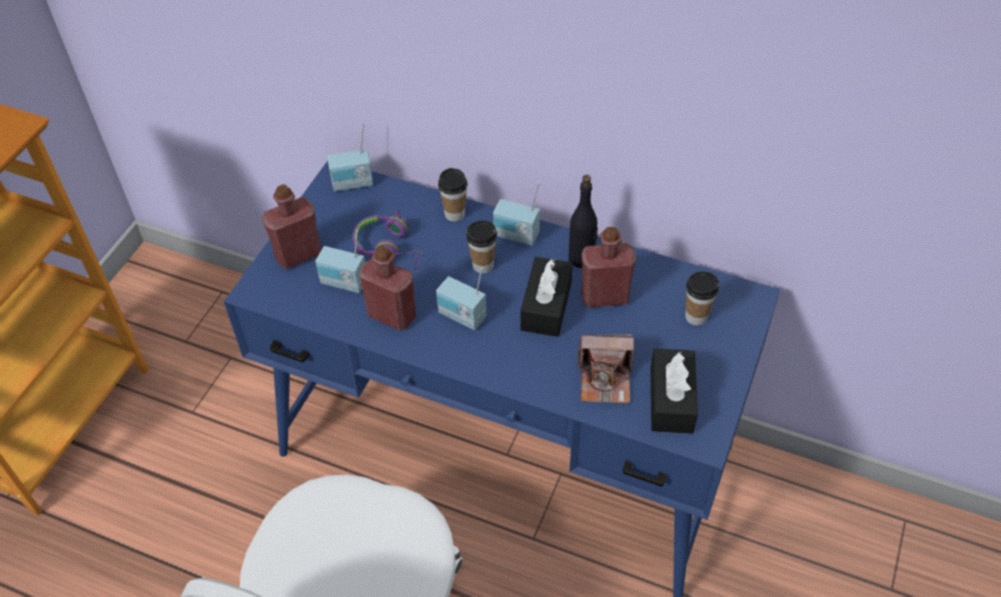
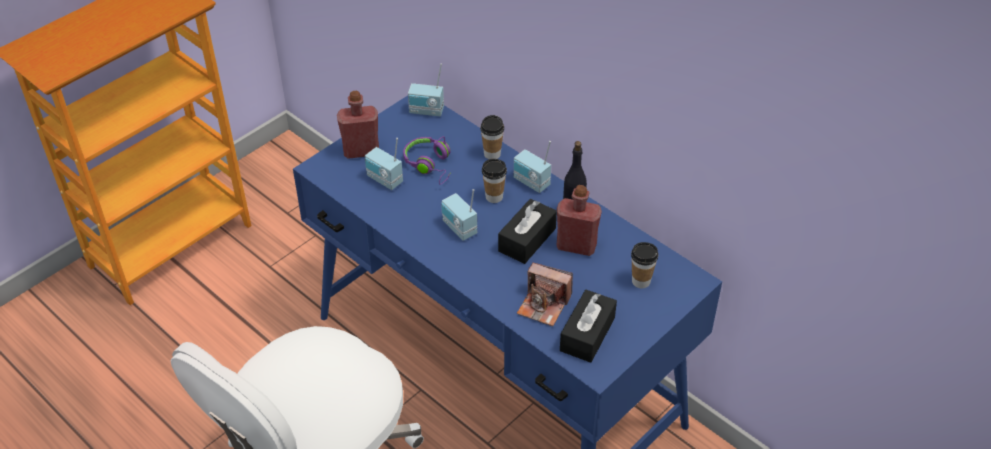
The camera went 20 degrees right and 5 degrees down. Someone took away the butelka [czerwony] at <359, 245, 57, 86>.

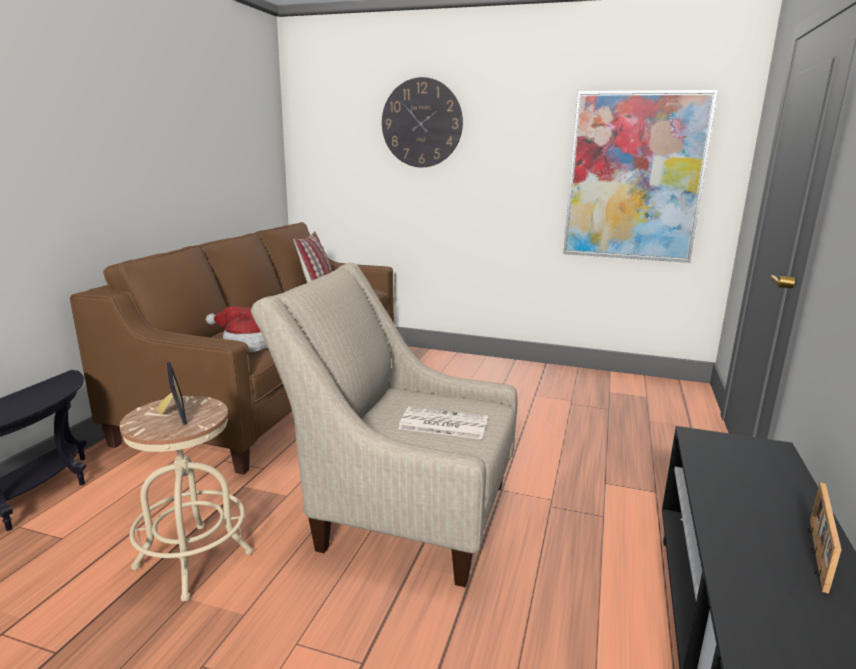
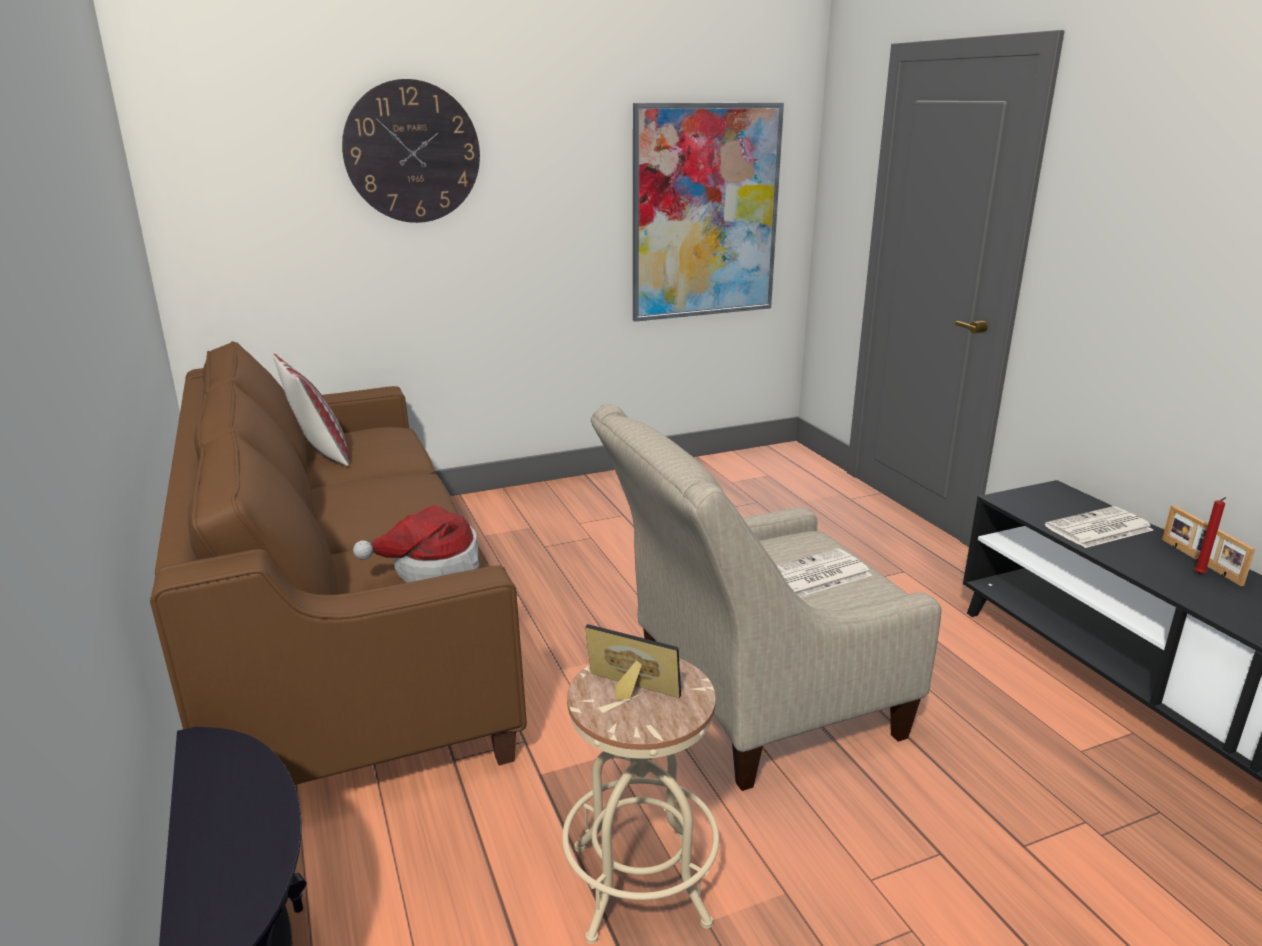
The camera went 40 degrees left and 5 degrees up. Someone put down the gazeta at <1045, 506, 108, 42>. Someone put down the świeca [czerwony] at <1194, 497, 32, 77>.

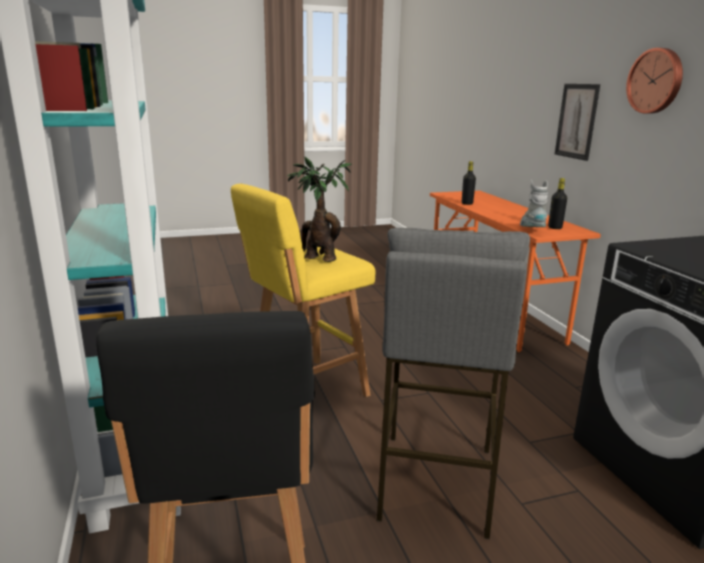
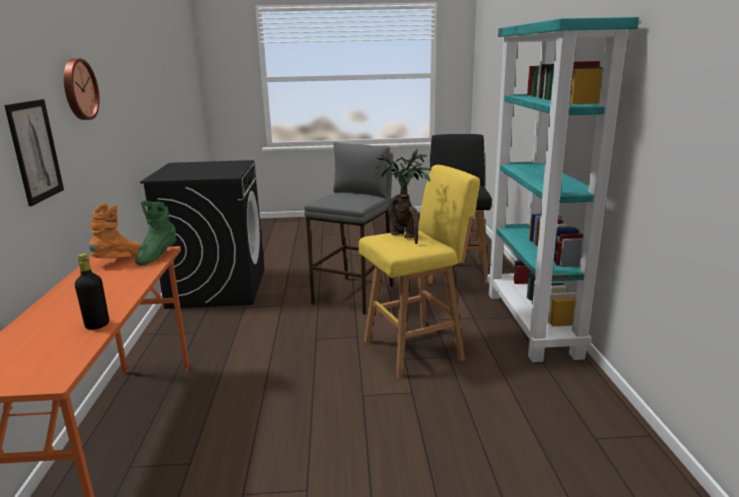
The camera went 165 degrees left and 0 degrees up. Someone swapped the butelka [czarny] at <548, 178, 19, 51> for the but z cholewką [pomarańczowy] at <89, 203, 52, 55>. Someone repainted the but z cholewką [szary] at <520, 180, 28, 47>, which became the but z cholewką [zielony] at <135, 201, 42, 65>.

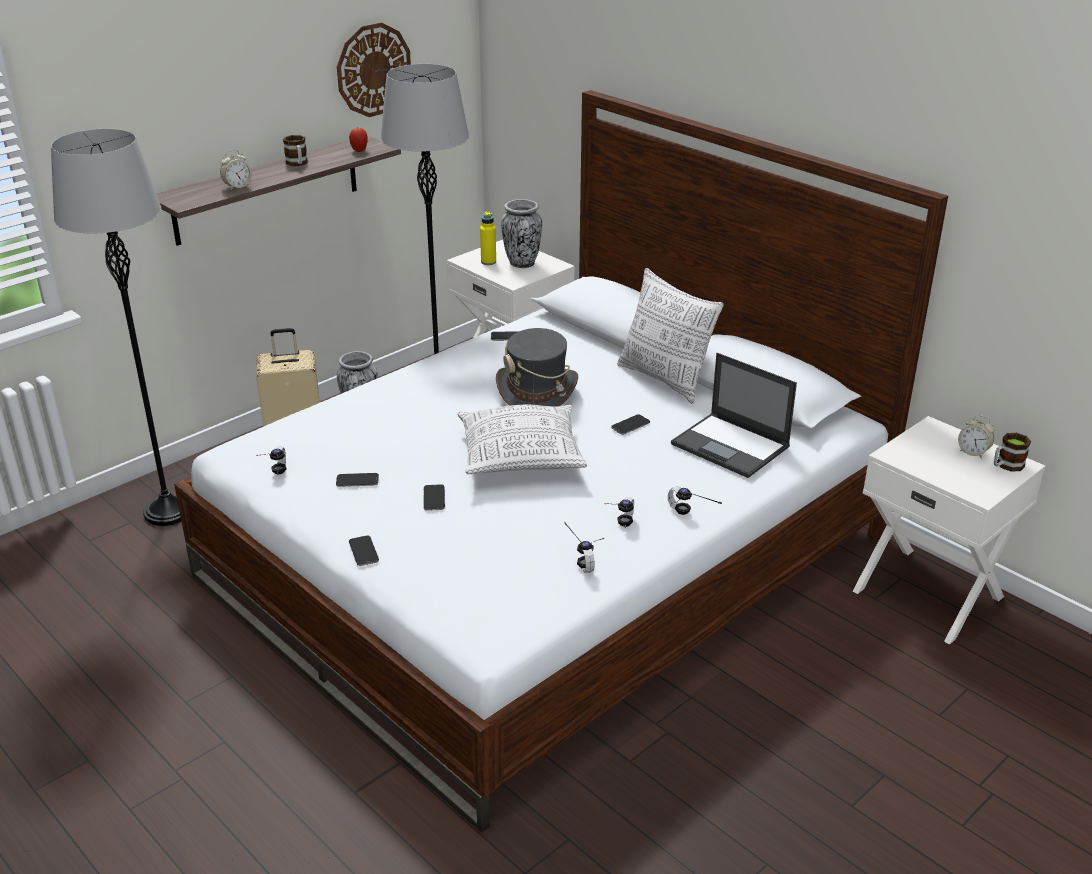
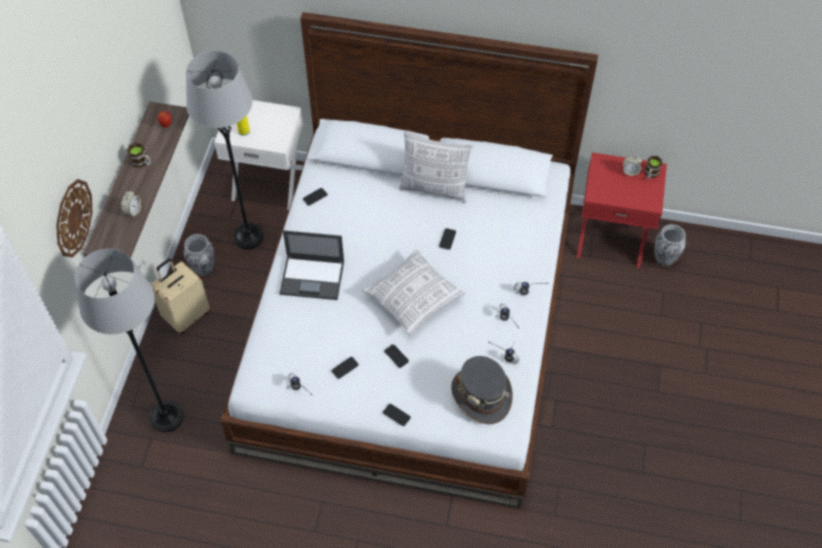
The camera went 35 degrees left and 25 degrees up. Someone carried the zegar ścienny from <337, 23, 74, 94> to <56, 179, 37, 79>. Someone carried the laptop from <671, 353, 126, 125> to <279, 230, 65, 70>. Someone carried the kapelusz [szary] from <496, 328, 82, 79> to <451, 356, 62, 68>. Someone repainted the szafka nocna [biały] at <853, 416, 192, 229>, which became the szafka nocna [czerwony] at <577, 152, 90, 116>. Someone carried the wazon from <501, 199, 41, 69> to <654, 224, 32, 42>.

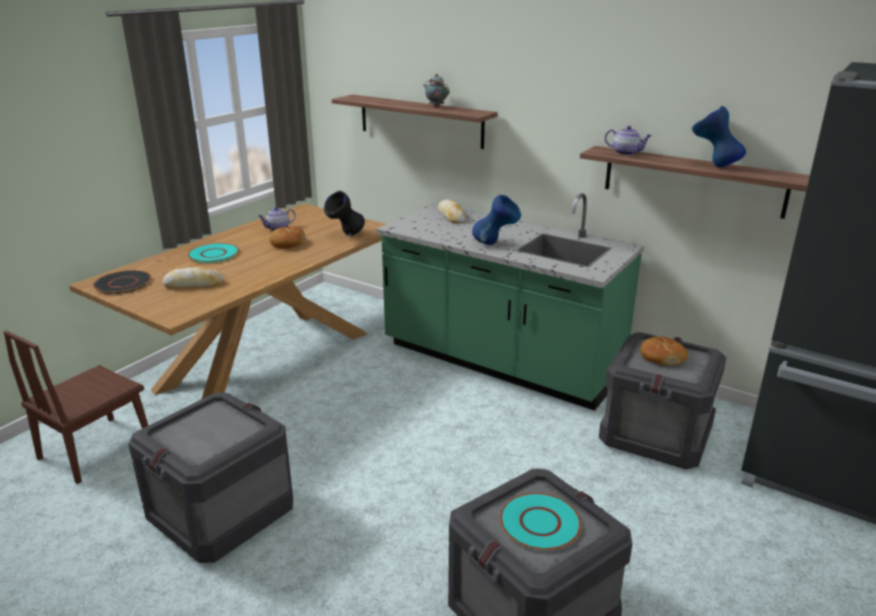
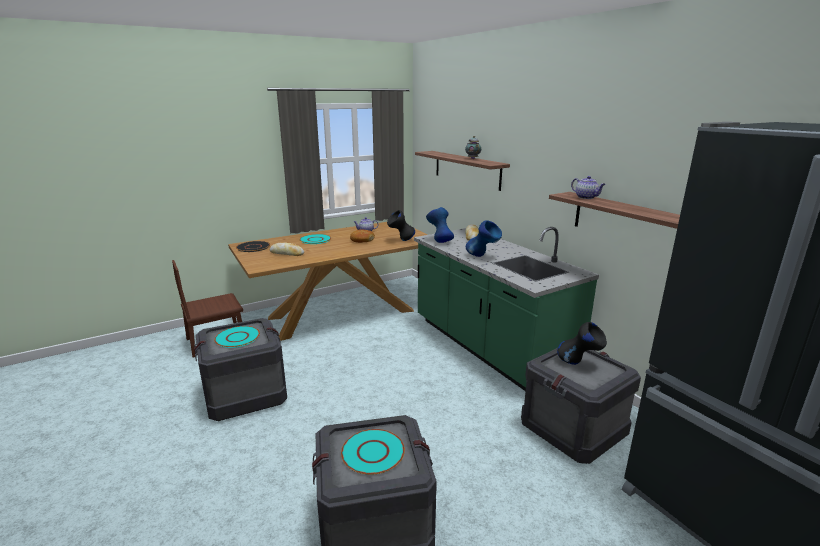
The camera went 25 degrees right and 5 degrees down. Someone put down the talerz [turkusowy] at <214, 326, 46, 22>. Someone carried the wazon [niebieski] from <692, 106, 54, 61> to <426, 207, 28, 36>. Someone swapped the chleb at <640, 336, 48, 30> for the wazon [czarny] at <557, 322, 50, 43>.

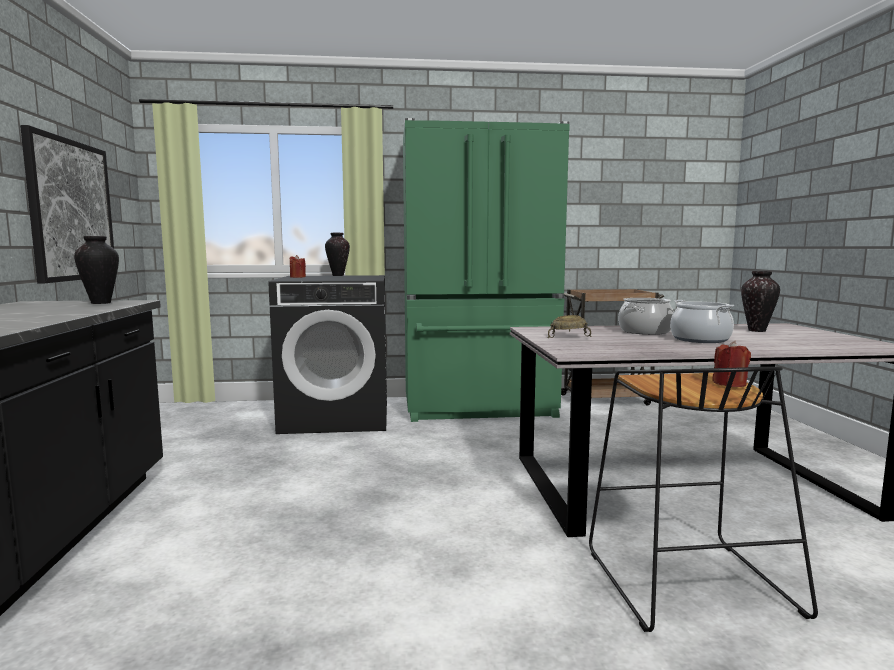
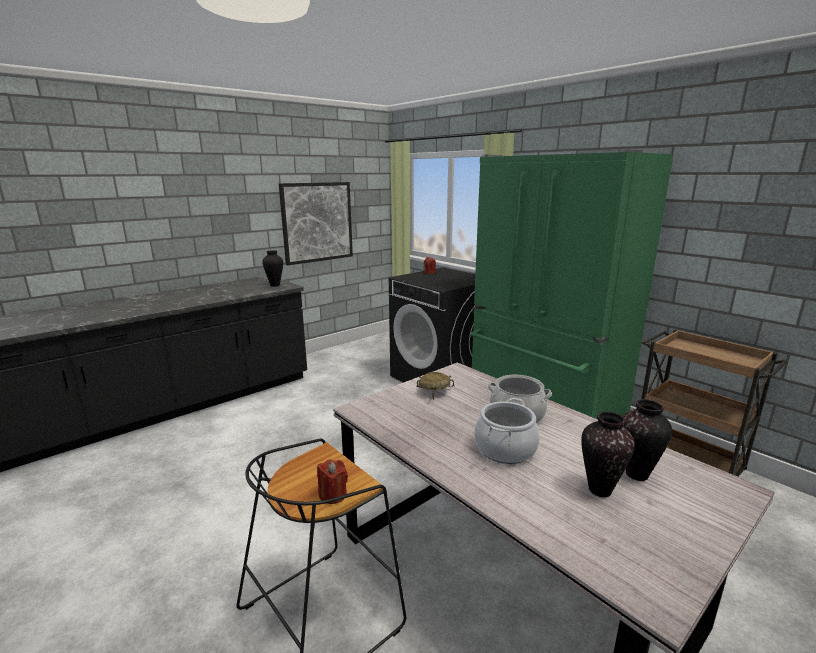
The camera went 55 degrees right and 10 degrees up. Someone carried the wazon from <325, 233, 25, 43> to <581, 411, 54, 86>.

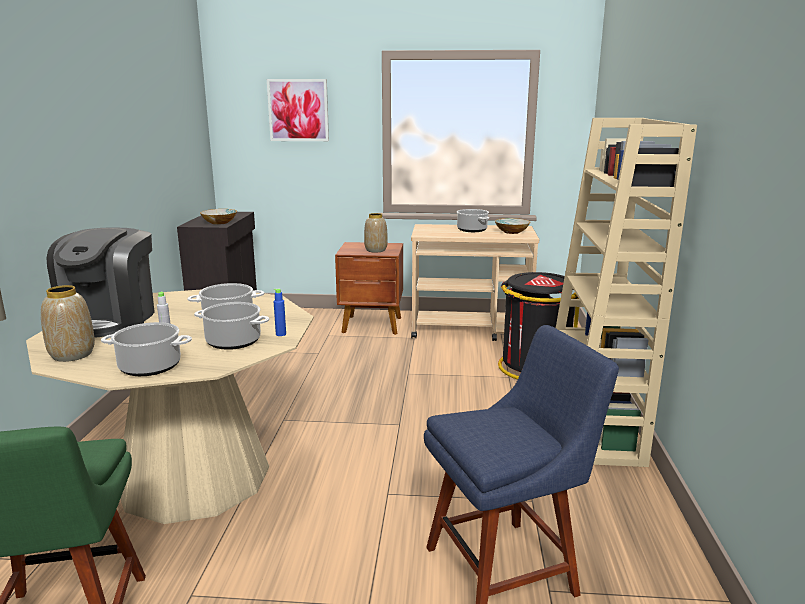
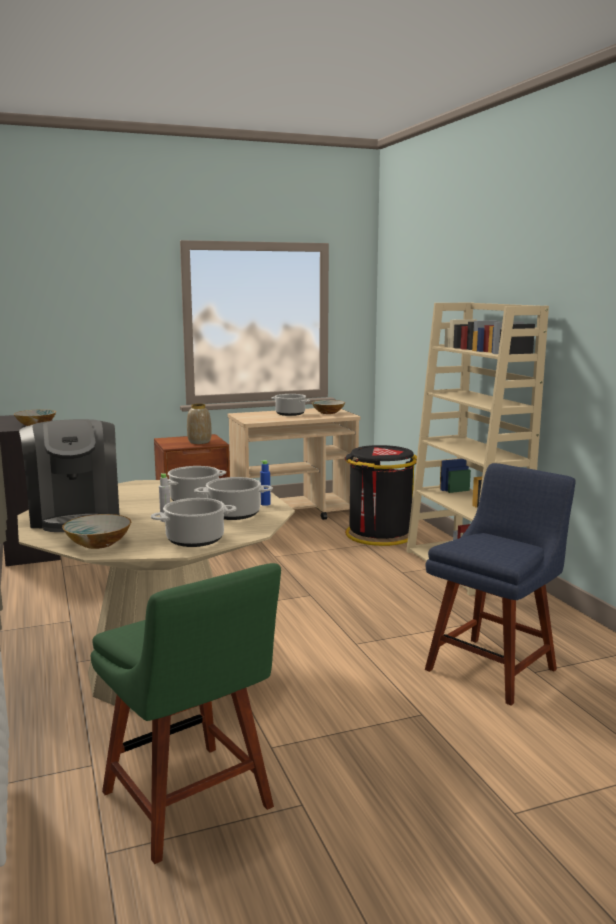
The camera went 25 degrees left and 5 degrees down. Someone swapped the wazon at <41, 285, 54, 77> for the miska at <62, 514, 69, 35>. Someone took away the obraz at <267, 79, 62, 62>.

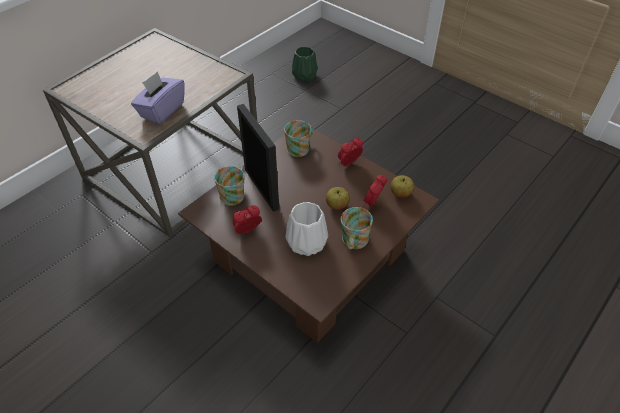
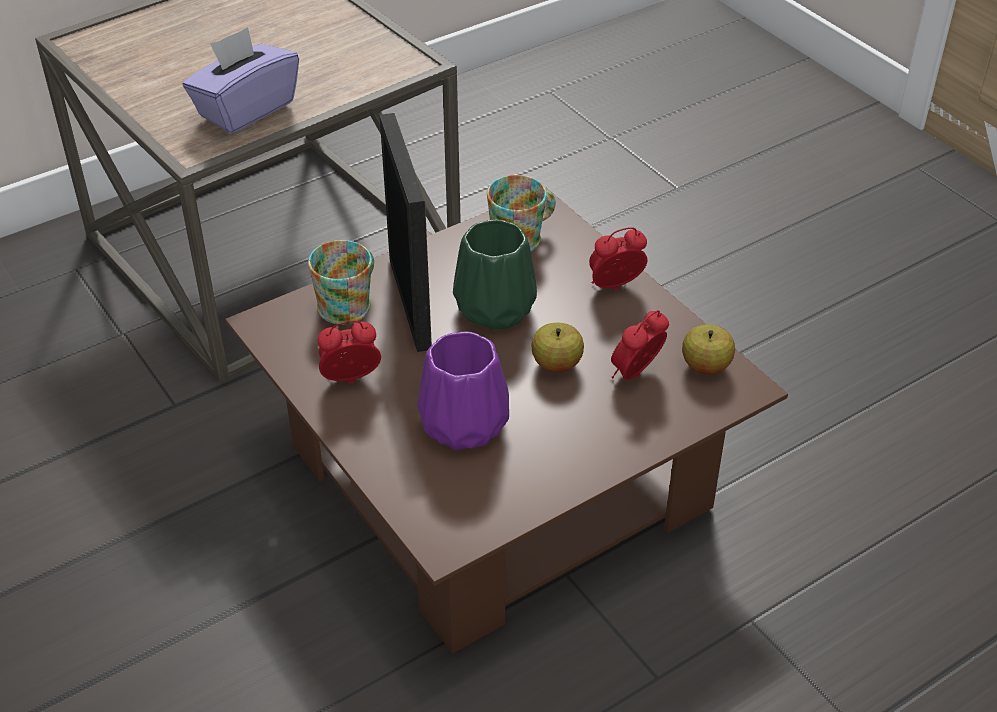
The camera went 15 degrees right and 5 degrees down. Someone repainted the wazon [biały] at <285, 202, 43, 54>, which became the wazon [fioletowy] at <418, 332, 91, 118>. Someone carried the wazon [zielony] from <292, 47, 26, 34> to <453, 220, 84, 109>. Someone took away the kubek at <341, 207, 32, 42>.

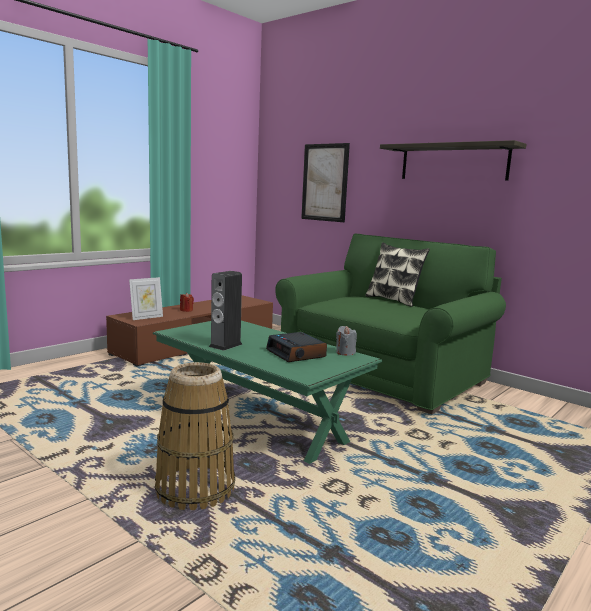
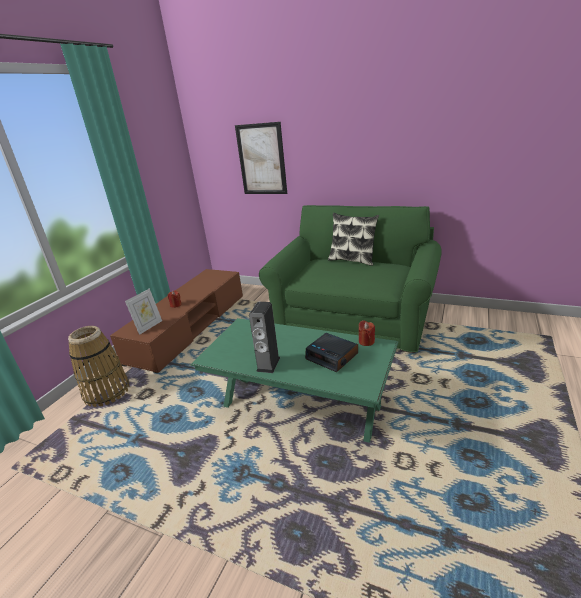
The camera went 15 degrees left and 15 degrees up. Someone carried the koszyk from <155, 362, 80, 148> to <68, 326, 62, 81>. Someone repainted the świeca [szary] at <336, 326, 21, 30>, which became the świeca [czerwony] at <359, 320, 16, 26>. Someone took away the półka at <380, 140, 147, 41>.

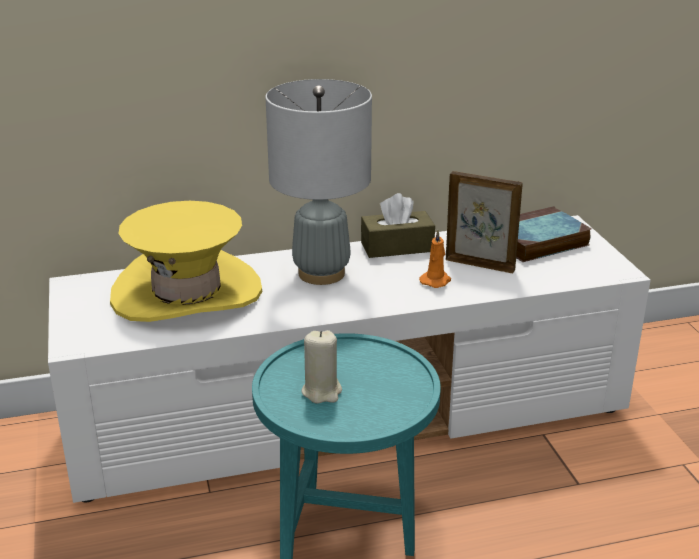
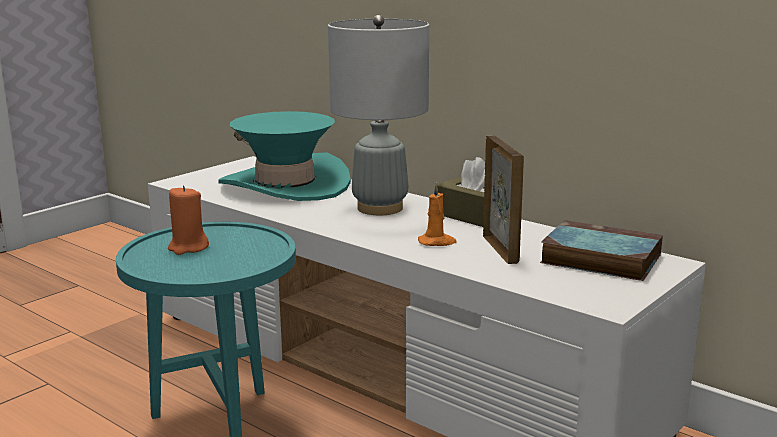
The camera went 55 degrees right and 10 degrees down. Someone repainted the świeca [beżowy] at <301, 330, 41, 74>, which became the świeca [pomarańczowy] at <168, 185, 41, 70>. Someone repainted the kapelusz [żółty] at <110, 201, 153, 121>, which became the kapelusz [turkusowy] at <218, 111, 133, 90>.

